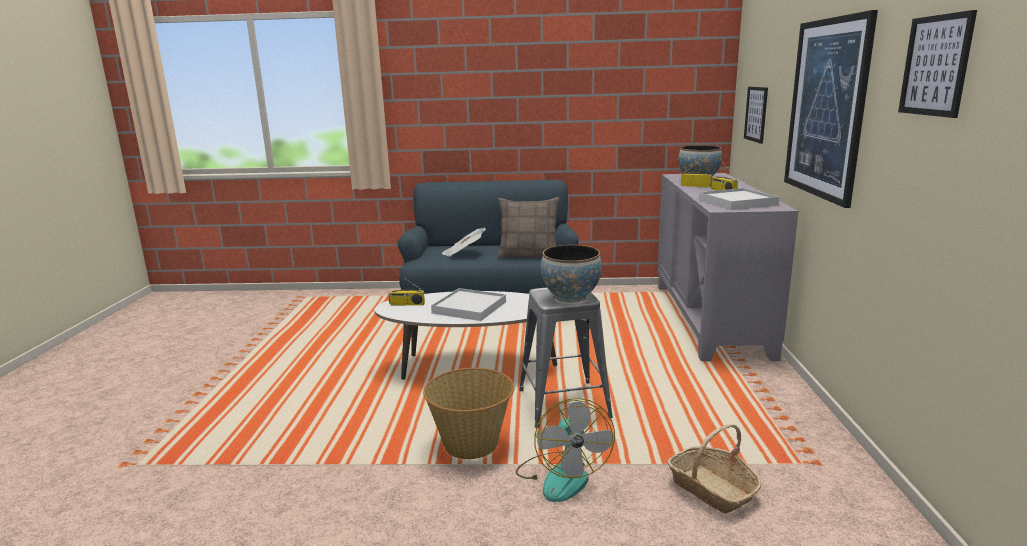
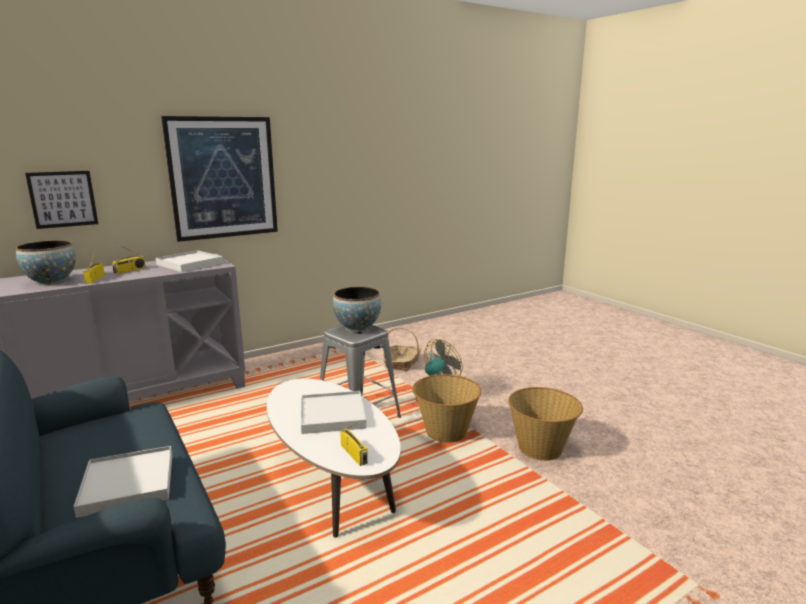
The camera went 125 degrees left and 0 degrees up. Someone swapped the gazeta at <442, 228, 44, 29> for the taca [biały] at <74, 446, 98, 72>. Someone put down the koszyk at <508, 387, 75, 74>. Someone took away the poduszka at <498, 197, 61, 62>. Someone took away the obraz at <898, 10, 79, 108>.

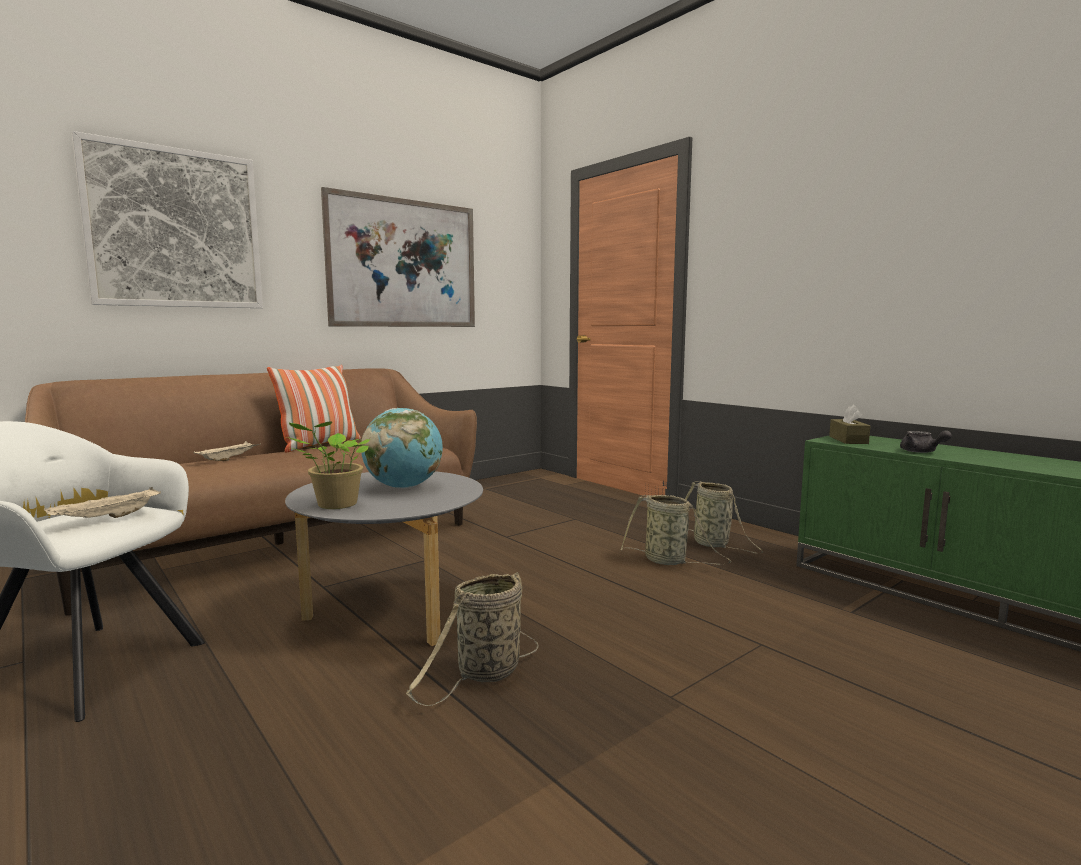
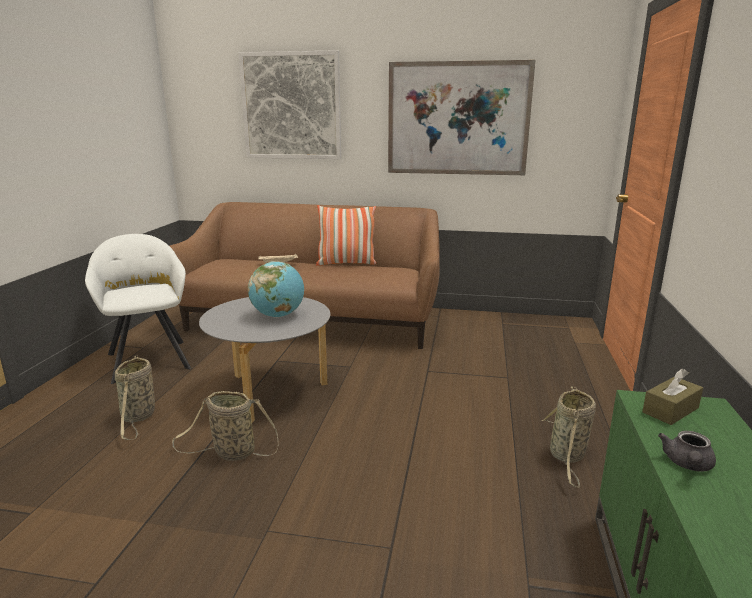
The camera went 50 degrees right and 10 degrees up. Someone carried the koszyk from <621, 495, 110, 70> to <115, 355, 40, 85>. Someone took away the taca [beżowy] at <44, 487, 117, 31>. Someone took away the roślina doniczkowa at <286, 421, 84, 88>.

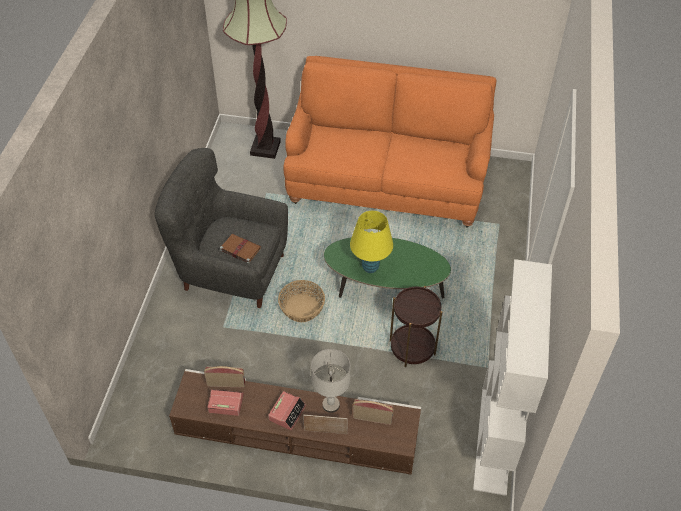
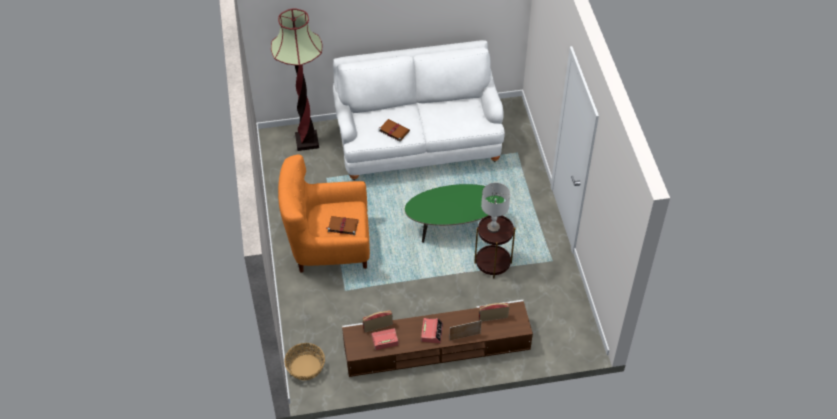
The camera went 20 degrees left and 0 degrees up. Someone repainted the fotel [szary] at <155, 148, 133, 160>, which became the fotel [pomarańczowy] at <278, 154, 92, 119>. Someone carried the koszyk from <278, 280, 47, 42> to <284, 343, 41, 37>. Someone repainted the kanapa [pomarańczowy] at <283, 56, 213, 172>, which became the kanapa [biały] at <333, 40, 172, 141>. Someone put down the książka [brązowy] at <379, 119, 31, 23>. Someone carried the lampa stołowa [szary] from <311, 349, 39, 64> to <481, 183, 29, 50>. Someone took away the lampa stołowa [żółty] at <350, 211, 43, 62>. Someone took away the regał [biały] at <473, 259, 79, 237>.

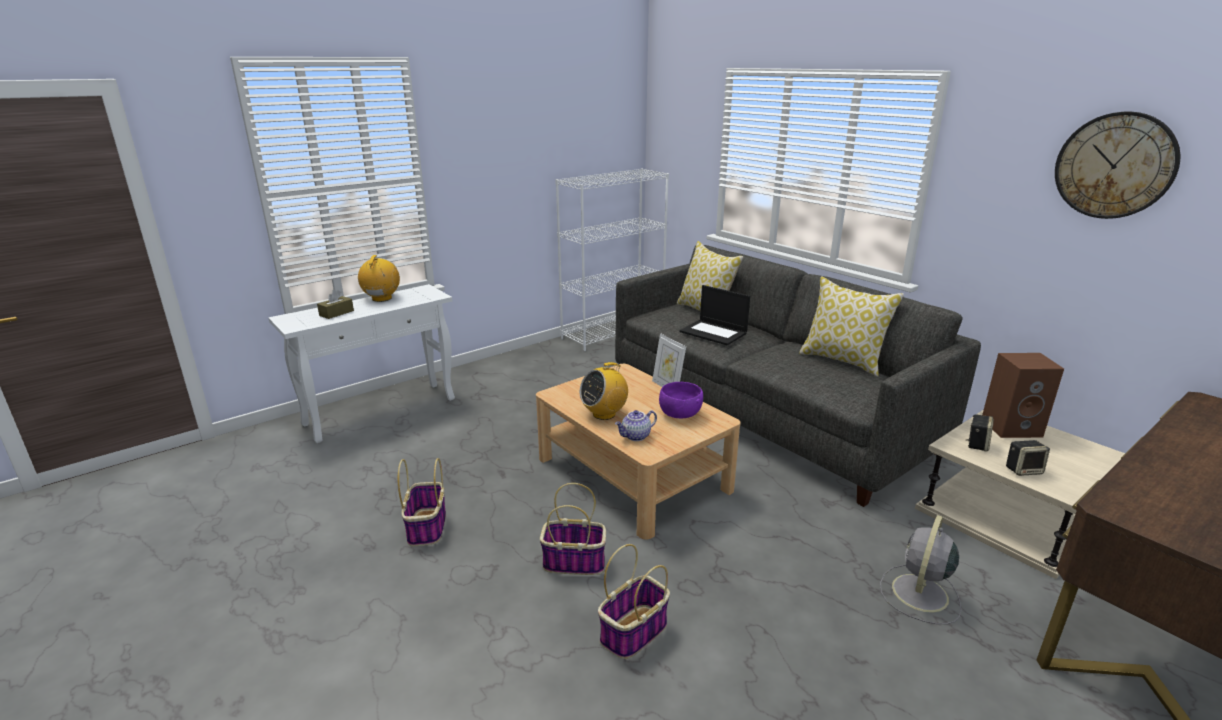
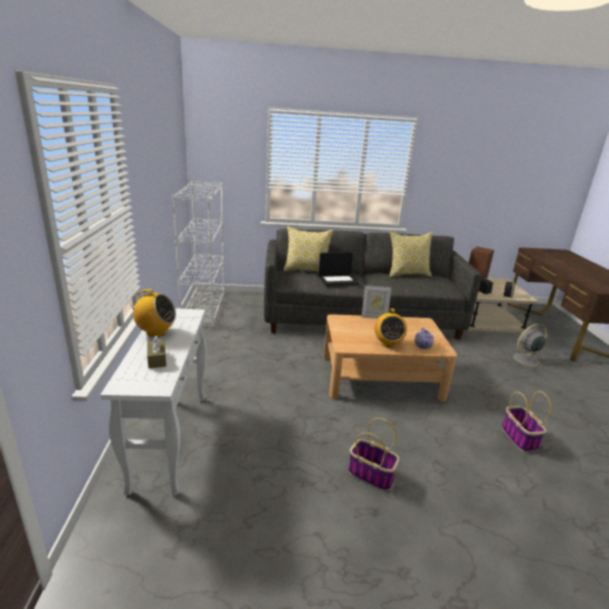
The camera went 55 degrees left and 0 degrees up. Someone rotated the radio at <358, 255, 42, 47> by 150 degrees clockwise. Someone rotated the wentylator [szary] at <880, 515, 81, 109> by 90 degrees clockwise. Someone took away the koszyk at <540, 483, 66, 92>. Someone took away the miska [fioletowy] at <659, 382, 44, 36>. Someone took away the zegar ścienny at <1055, 112, 125, 107>.

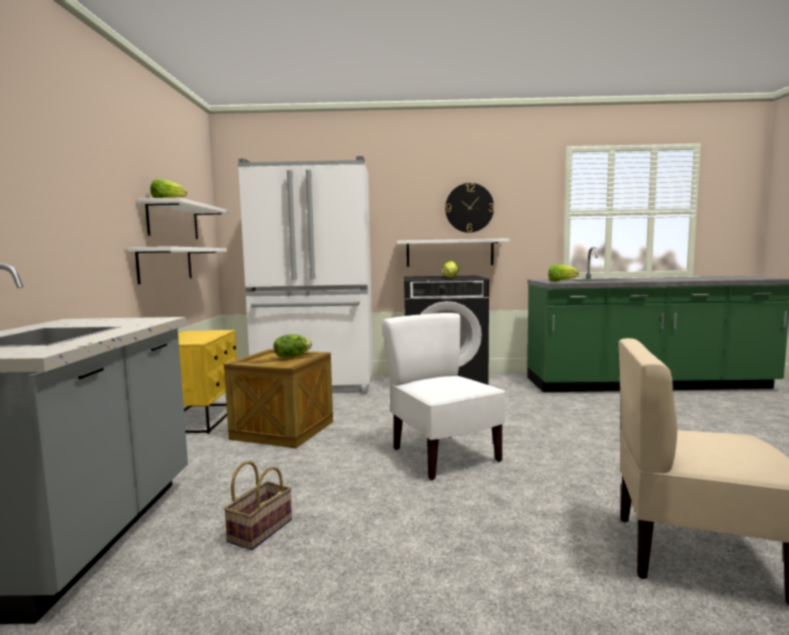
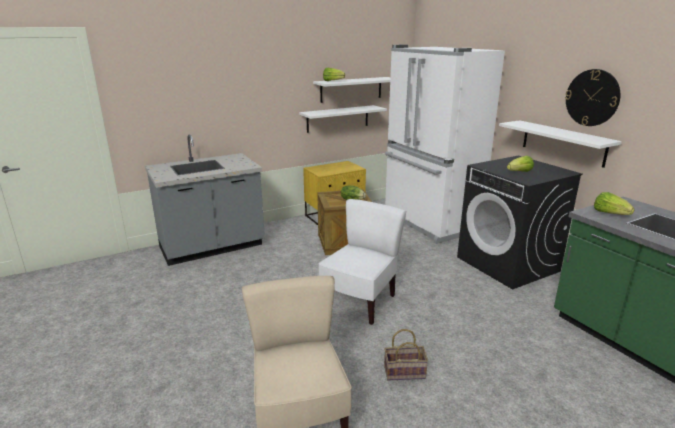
The camera went 60 degrees right and 15 degrees up. Someone carried the koszyk from <224, 461, 68, 89> to <384, 329, 44, 52>.

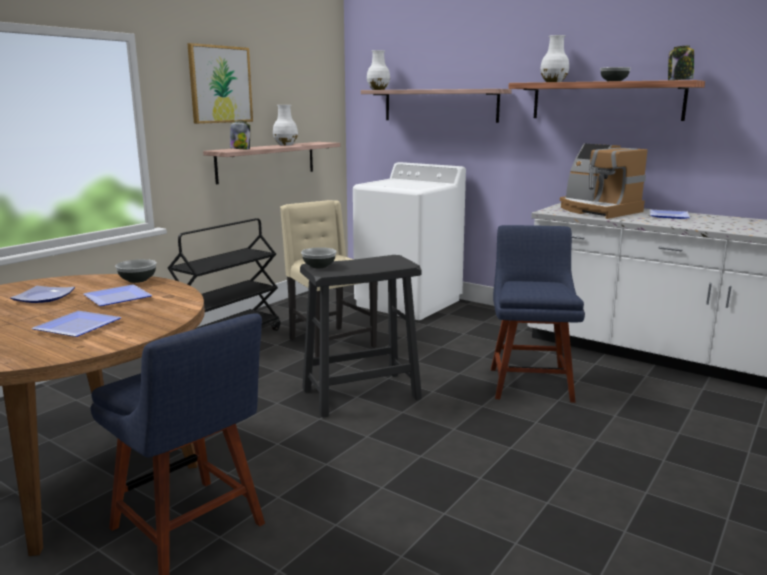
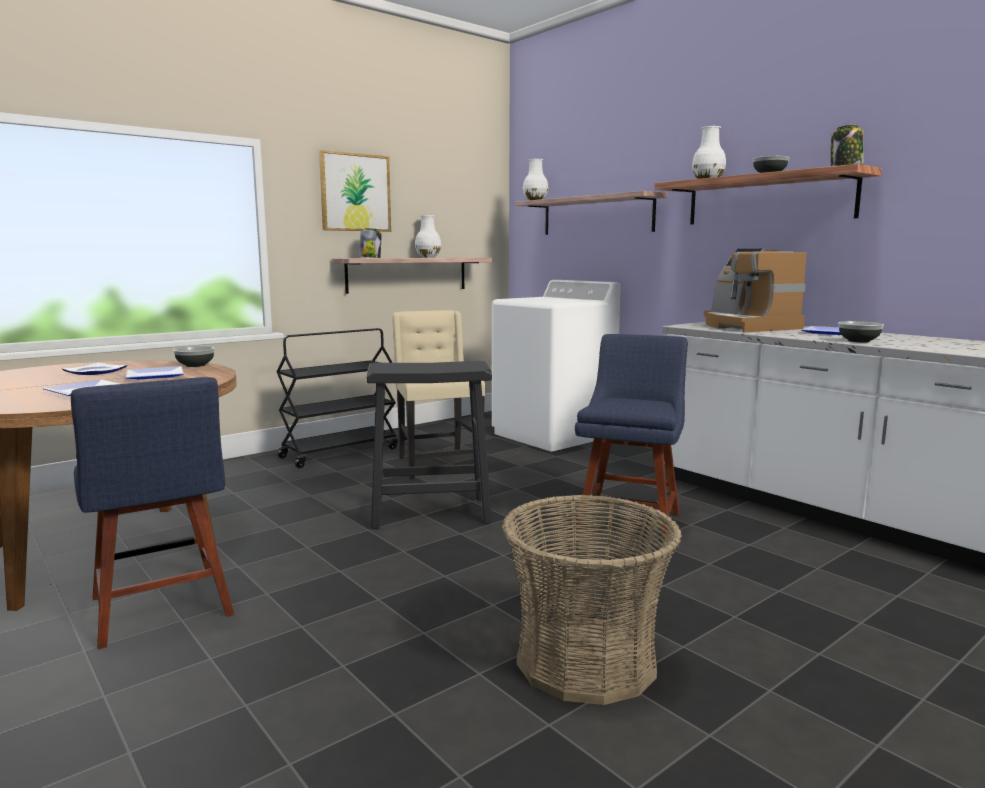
The camera went 15 degrees right and 5 degrees down. Someone put down the koszyk at <502, 495, 180, 210>. Someone carried the miska from <301, 247, 36, 21> to <838, 321, 46, 21>.

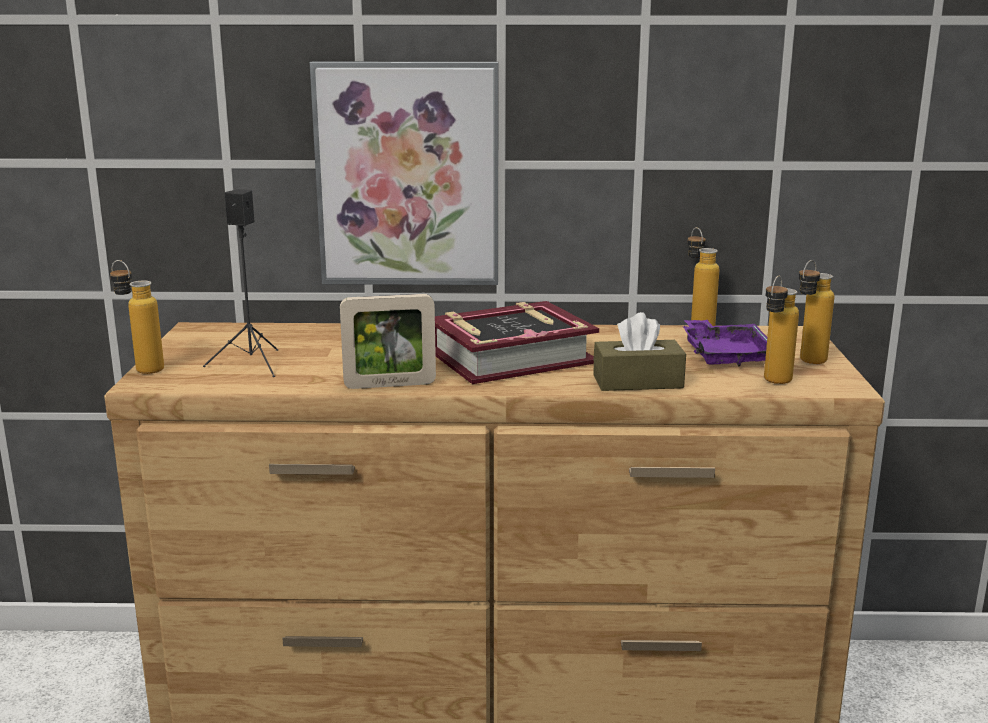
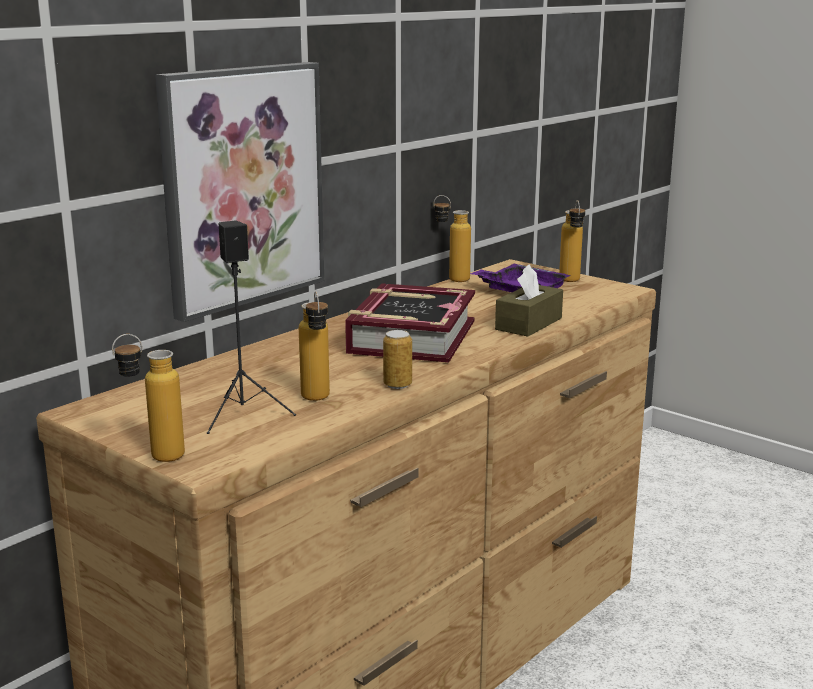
The camera went 50 degrees left and 0 degrees up. Someone carried the butelka from <764, 276, 35, 108> to <299, 291, 31, 110>. Someone swapped the ramka na zdjęcie at <340, 294, 96, 95> for the puszka at <383, 330, 29, 59>.

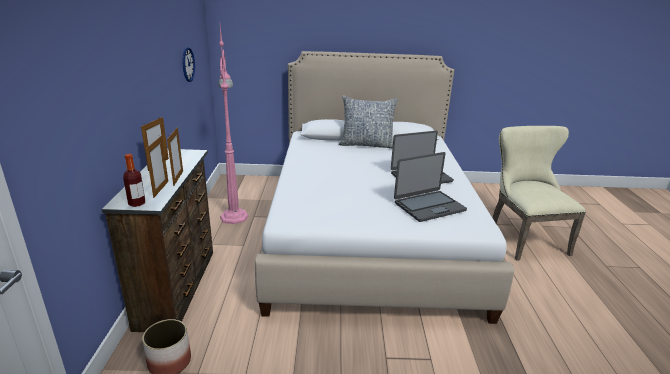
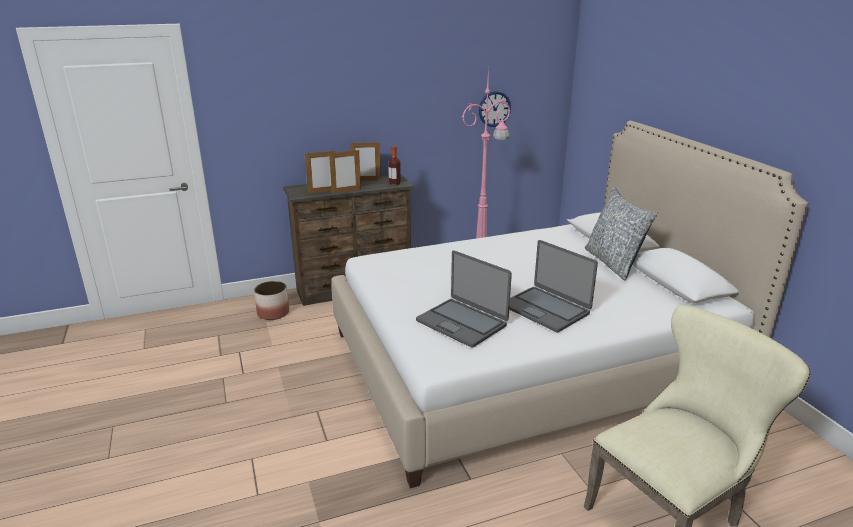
The camera went 70 degrees right and 0 degrees up. Someone carried the butelka from <123, 154, 22, 53> to <389, 146, 12, 39>.

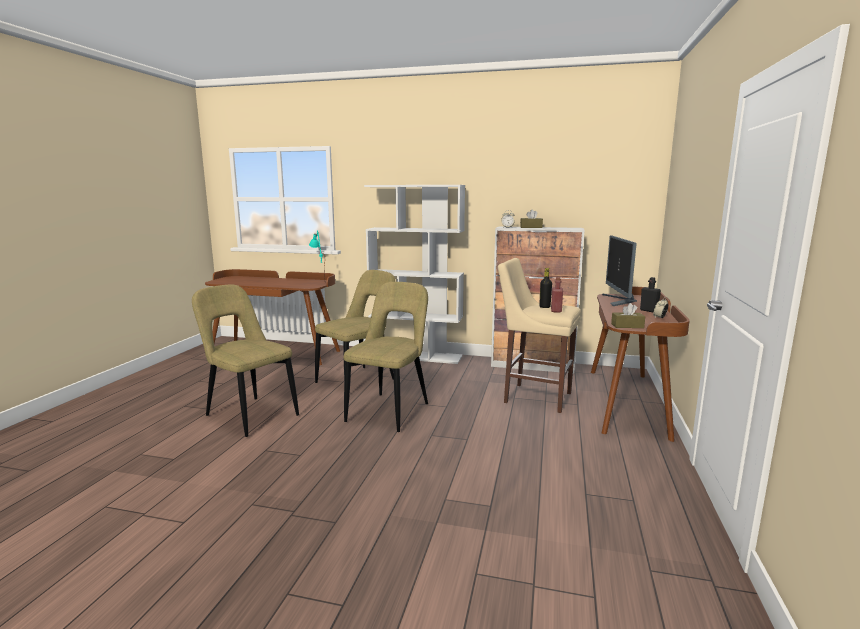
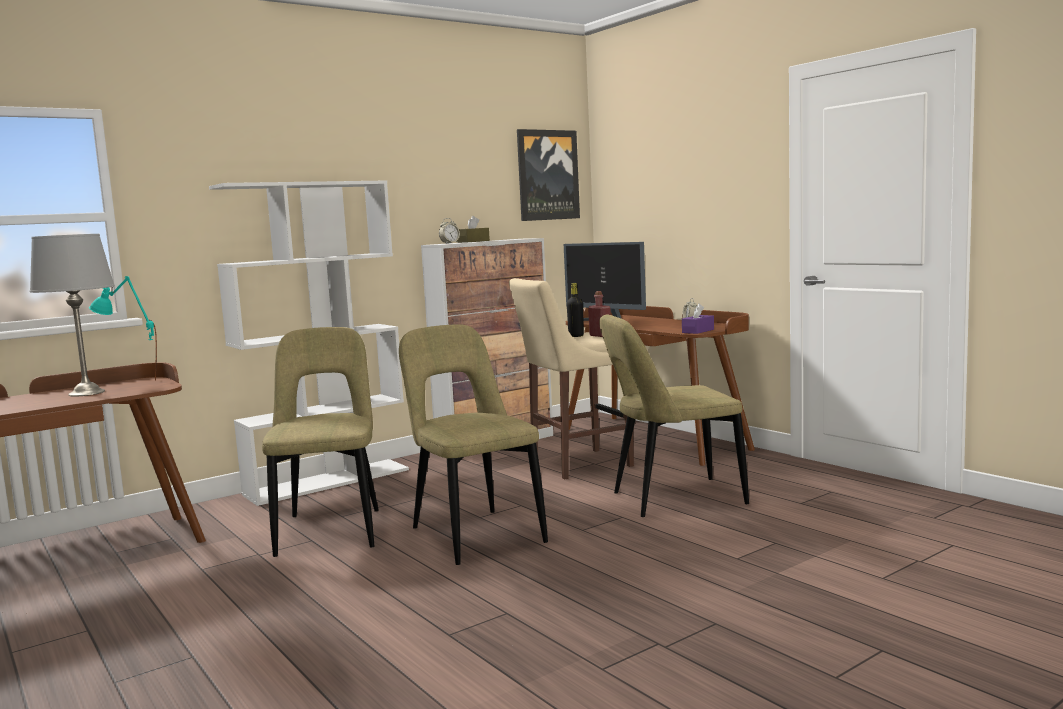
The camera went 50 degrees left and 5 degrees down. Someone put down the lampa stołowa [szary] at <30, 234, 85, 163>. Someone put up the obraz at <517, 129, 63, 92>. Someone carried the krzesło [beżowy] from <192, 285, 107, 152> to <599, 314, 150, 203>. Someone repainted the pudełko chusteczek [brązowy] at <611, 303, 34, 25>, which became the pudełko chusteczek [fioletowy] at <682, 304, 32, 30>. Someone took away the butelka [czarny] at <640, 277, 21, 35>.

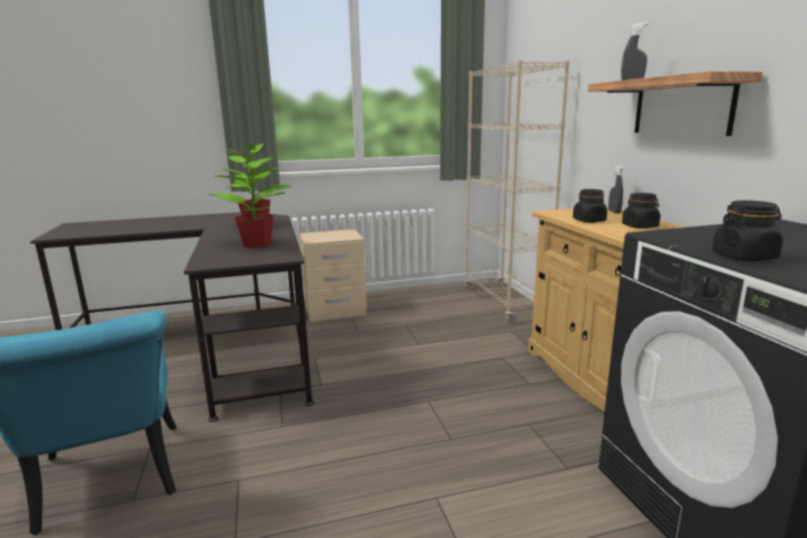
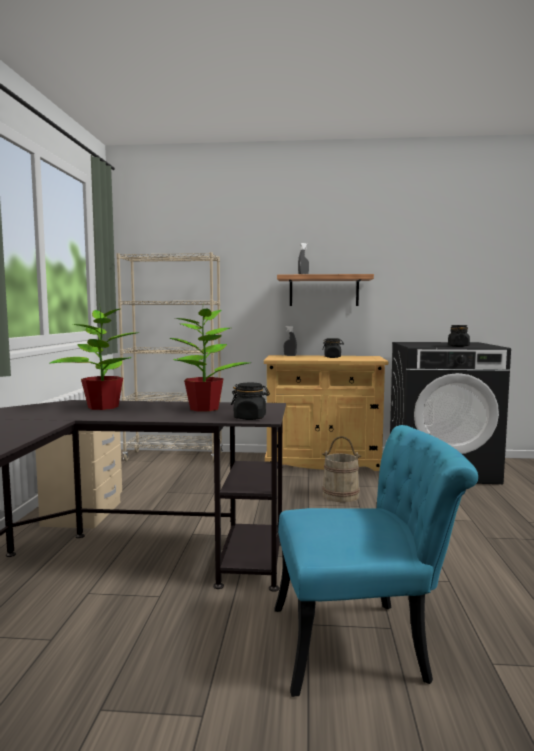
The camera went 70 degrees left and 10 degrees down. Someone carried the słoik [czarny] from <573, 189, 34, 34> to <231, 382, 39, 38>. Someone put down the wiadro [beżowy] at <322, 436, 40, 66>.

